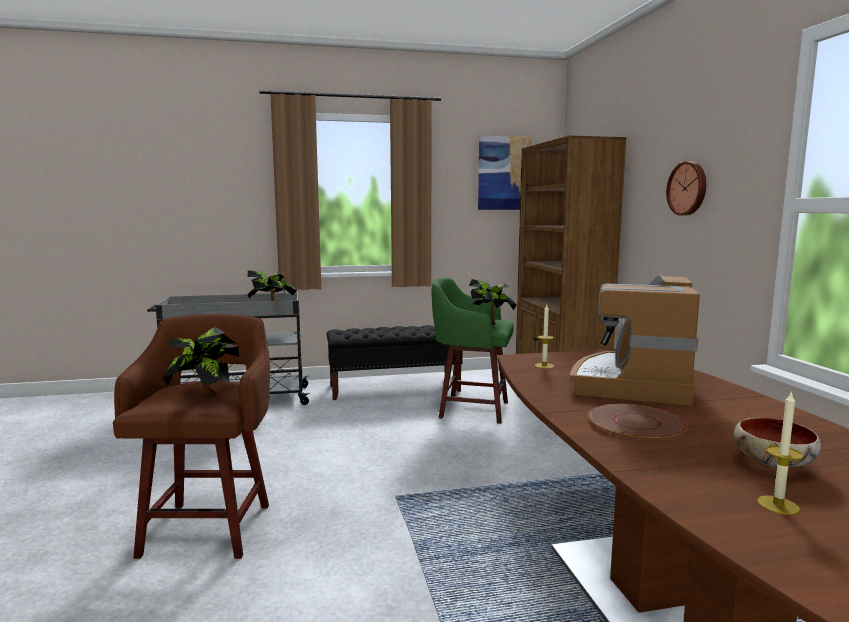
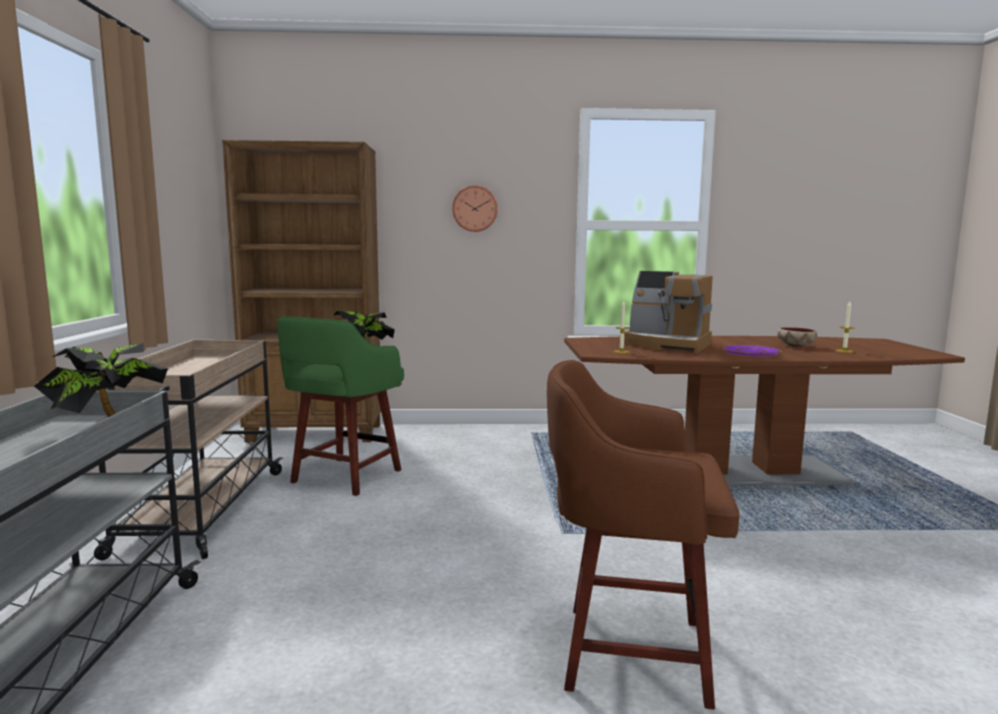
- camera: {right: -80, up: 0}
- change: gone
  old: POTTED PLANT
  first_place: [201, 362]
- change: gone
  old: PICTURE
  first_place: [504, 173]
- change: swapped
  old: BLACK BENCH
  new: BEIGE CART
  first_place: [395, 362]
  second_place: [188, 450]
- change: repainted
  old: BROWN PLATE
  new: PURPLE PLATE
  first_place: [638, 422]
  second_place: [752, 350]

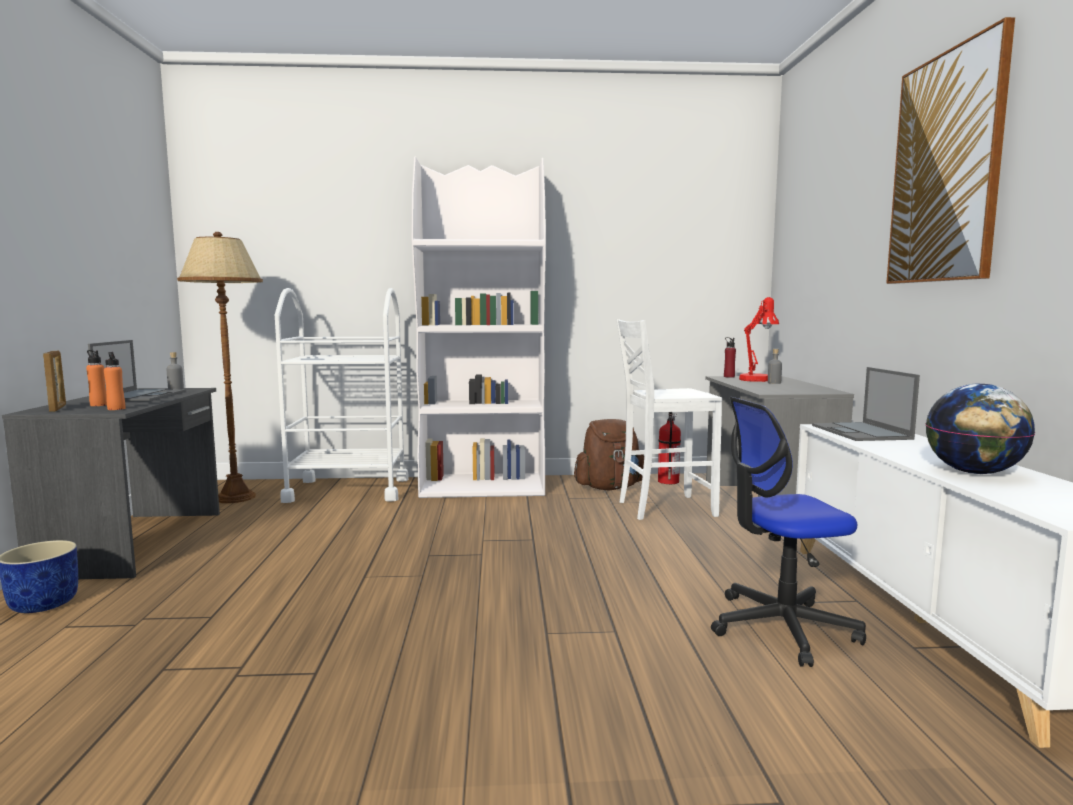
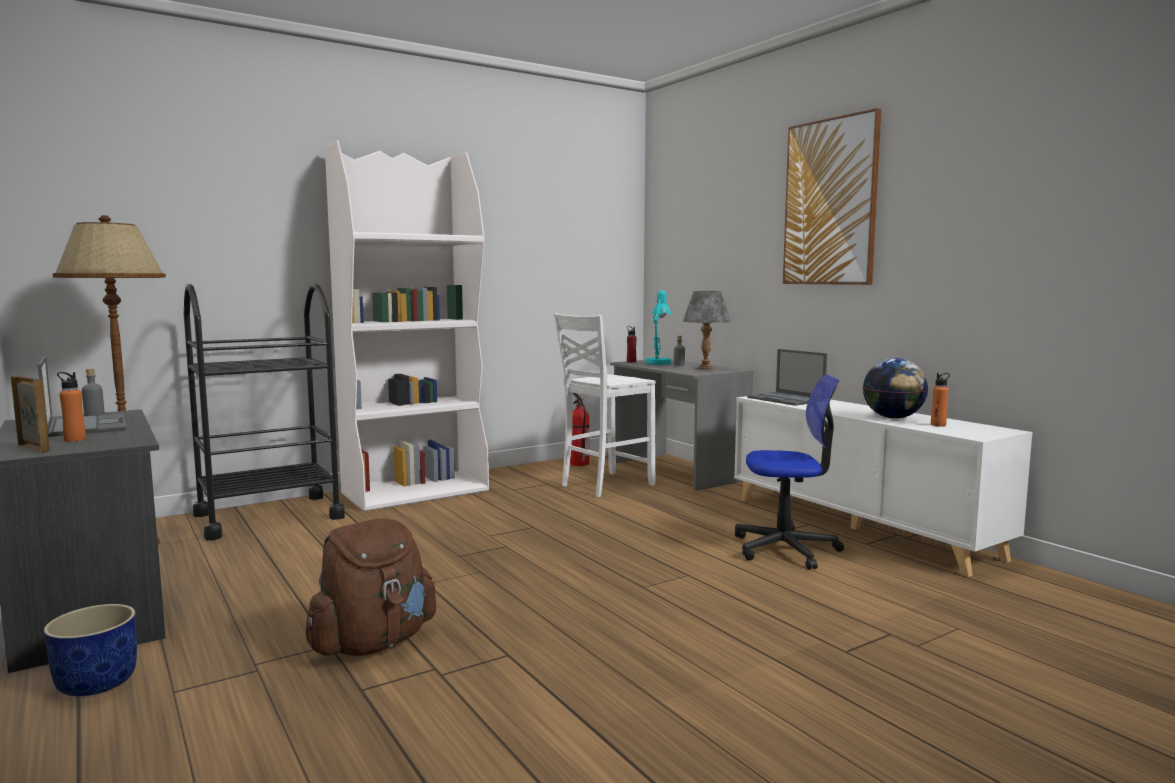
- camera: {right: -30, up: 0}
- change: new
  new: GREY TABLE LAMP
  second_place: [707, 330]
- change: shifted
  old: ORANGE BOTTLE
  first_place: [114, 381]
  second_place: [940, 399]
- change: shifted
  old: BROWN BACKPACK
  first_place: [609, 454]
  second_place: [370, 587]
- change: repainted
  old: WHITE CART
  new: BLACK CART
  first_place: [342, 395]
  second_place: [264, 411]
- change: repainted
  old: RED TABLE LAMP
  new: TURQUOISE TABLE LAMP
  first_place: [759, 339]
  second_place: [658, 327]
- change: rotated
  old: OFFICE CHAIR
  first_place: [788, 532]
  second_place: [789, 471]
  degrees: -135

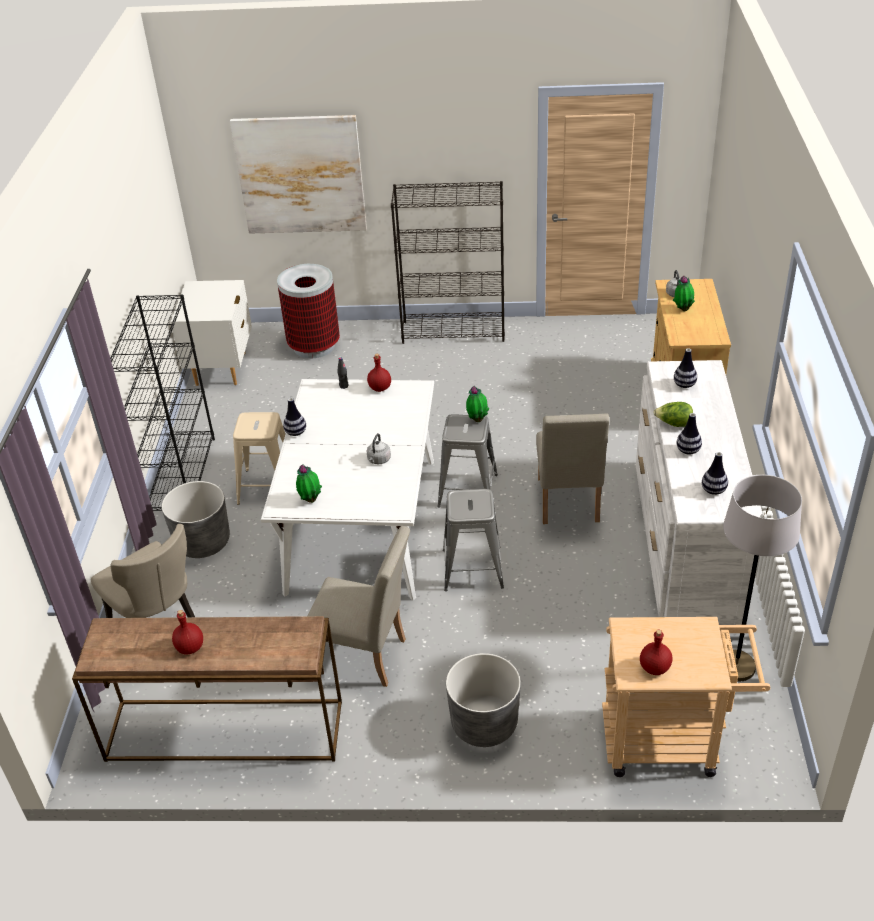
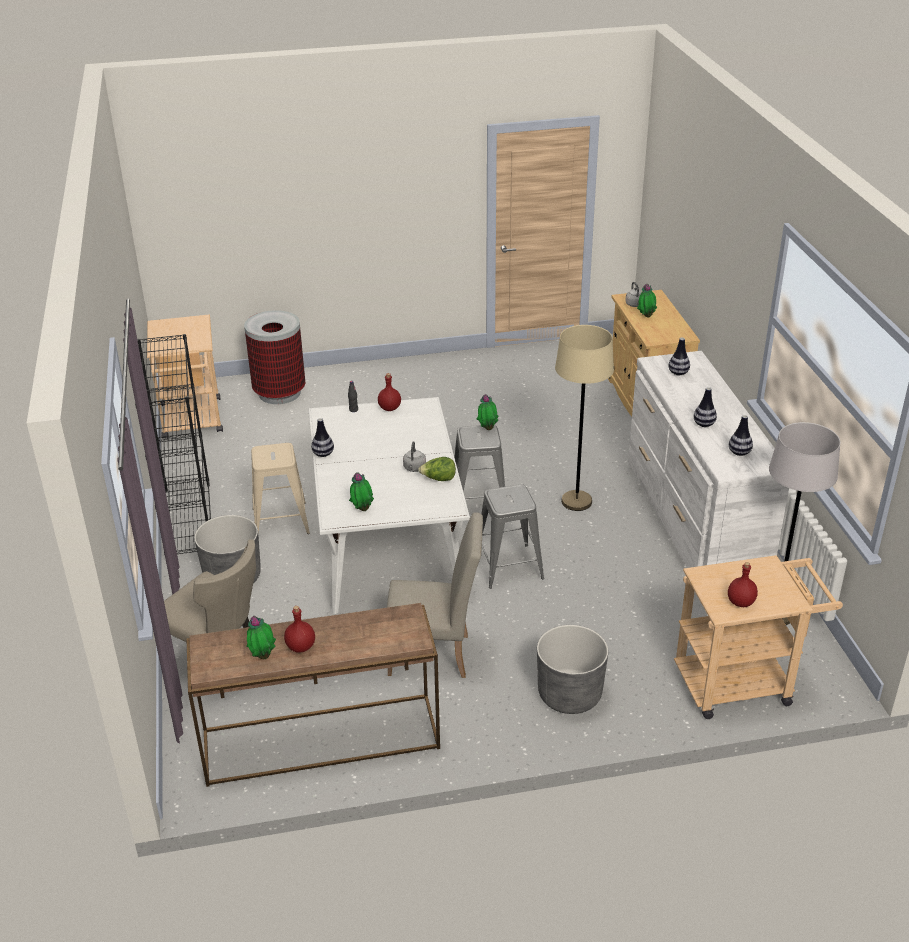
- camera: {right: -15, up: -5}
- change: gone
  old: PICTURE
  first_place: [298, 174]
- change: gone
  old: BLACK BOOKCASE
  first_place: [448, 262]
- change: new
  new: POTTED PLANT
  second_place: [261, 637]
- change: shifted
  old: LETTUCE
  first_place: [673, 414]
  second_place: [437, 469]
- change: swapped
  old: WHITE NIGHTSTAND
  new: BEIGE CART
  first_place: [211, 333]
  second_place: [185, 377]
- change: swapped
  old: BEIGE CHAIR
  new: BEIGE FLOOR LAMP
  first_place: [573, 468]
  second_place: [584, 418]

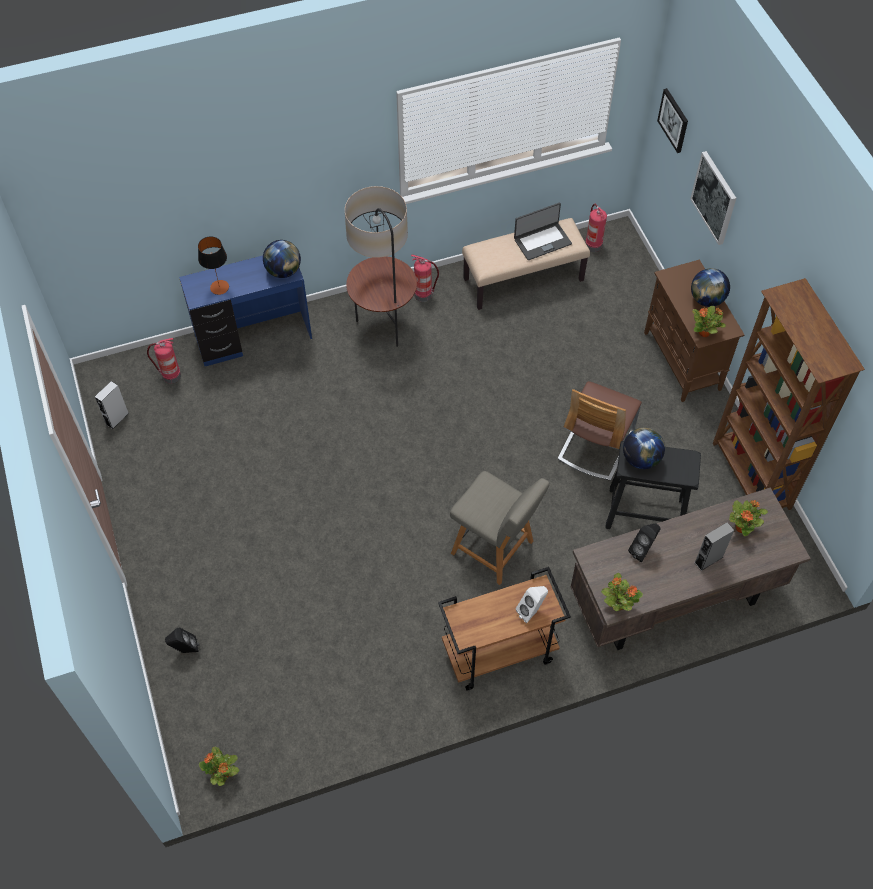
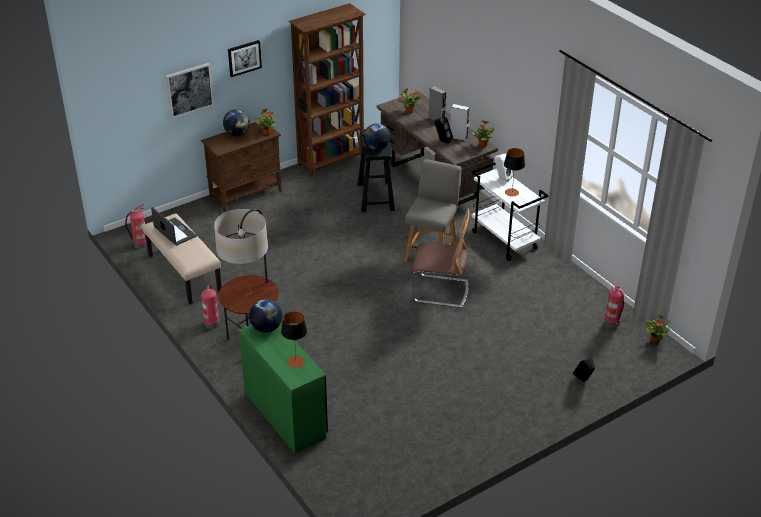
- camera: {right: -105, up: -20}
- change: new
  new: TABLE LAMP
  second_place: [514, 172]
- change: shifted
  old: GREY SPEAKER
  first_place: [112, 405]
  second_place: [459, 122]
- change: shifted
  old: FIRE EXTINGUISHER
  first_place: [164, 361]
  second_place: [614, 303]
- change: shifted
  old: CHAIR
  first_place: [600, 431]
  second_place: [440, 258]
- change: shifted
  old: PICTURE
  first_place: [672, 120]
  second_place: [245, 58]
- change: repainted
  old: BLUE DESK
  new: GREEN DESK
  first_place: [245, 310]
  second_place: [283, 389]
- change: repainted
  old: BROWN CART
  new: WHITE CART
  first_place: [504, 628]
  second_place: [510, 212]

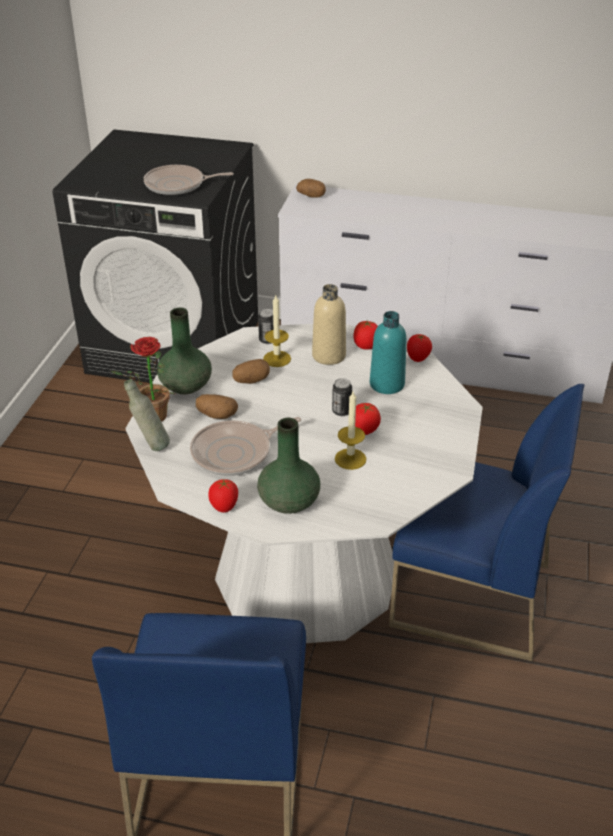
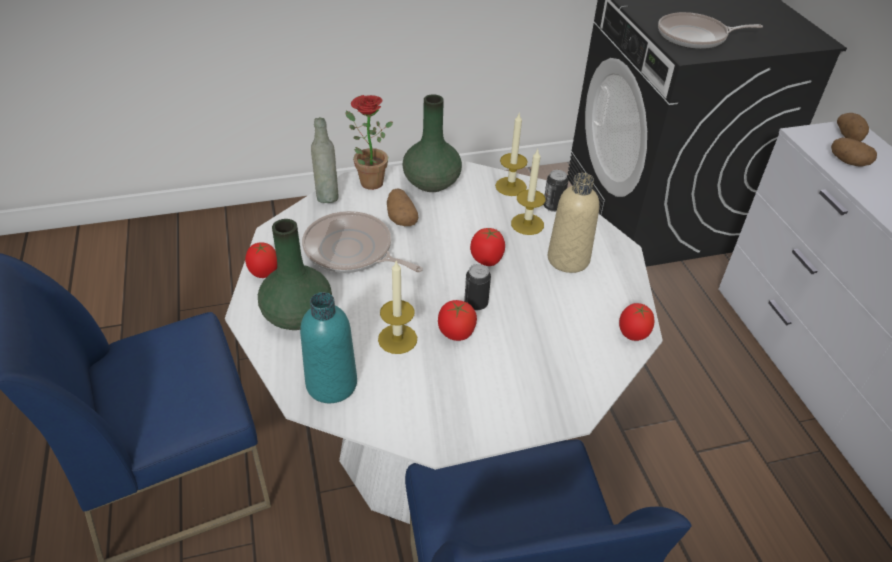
- camera: {right: 60, up: 5}
- change: new
  new: CANDLE
  second_place: [511, 154]
- change: shifted
  old: POTATO
  first_place: [251, 371]
  second_place: [854, 152]
- change: shifted
  old: TOMATO
  first_place: [365, 335]
  second_place: [487, 247]
- change: shifted
  old: TURQUOISE BOTTLE
  first_place: [388, 352]
  second_place: [328, 347]
- change: rotated
  old: FRYING PAN
  first_place: [189, 180]
  second_place: [710, 30]
  degrees: -60

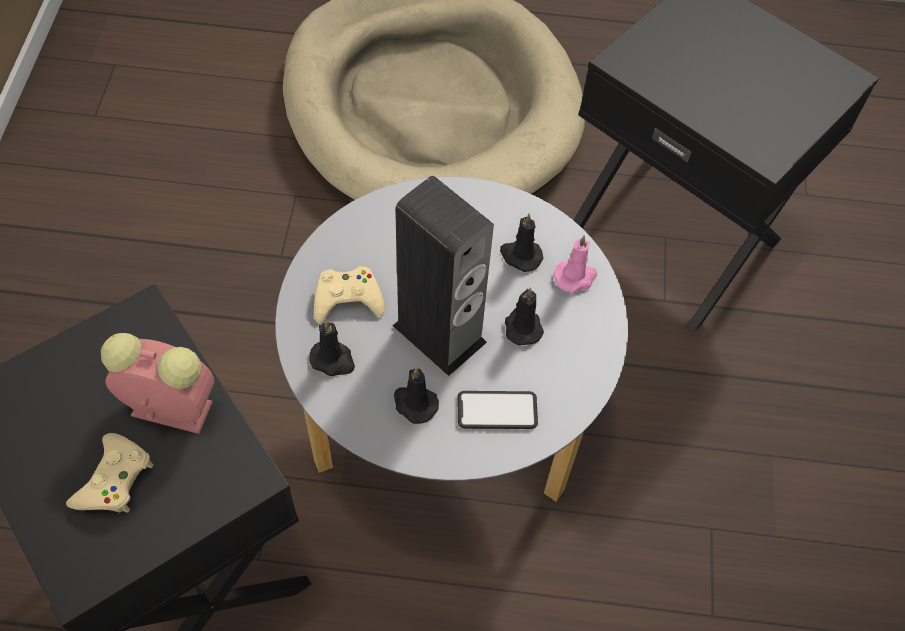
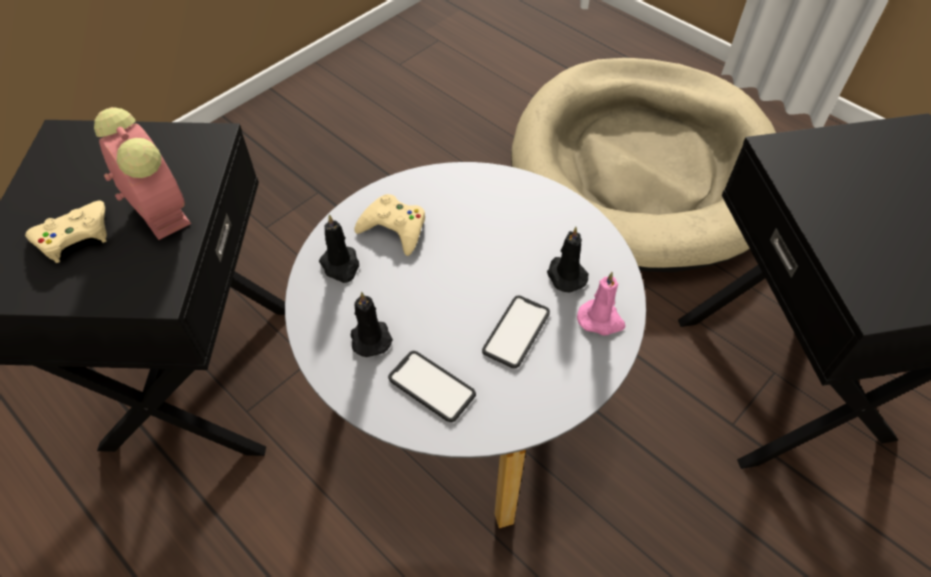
- camera: {right: 40, up: -5}
- change: gone
  old: SPEAKER
  first_place: [443, 276]
- change: swapped
  old: BLACK CANDLE
  new: PHONE
  first_place: [524, 316]
  second_place: [516, 332]

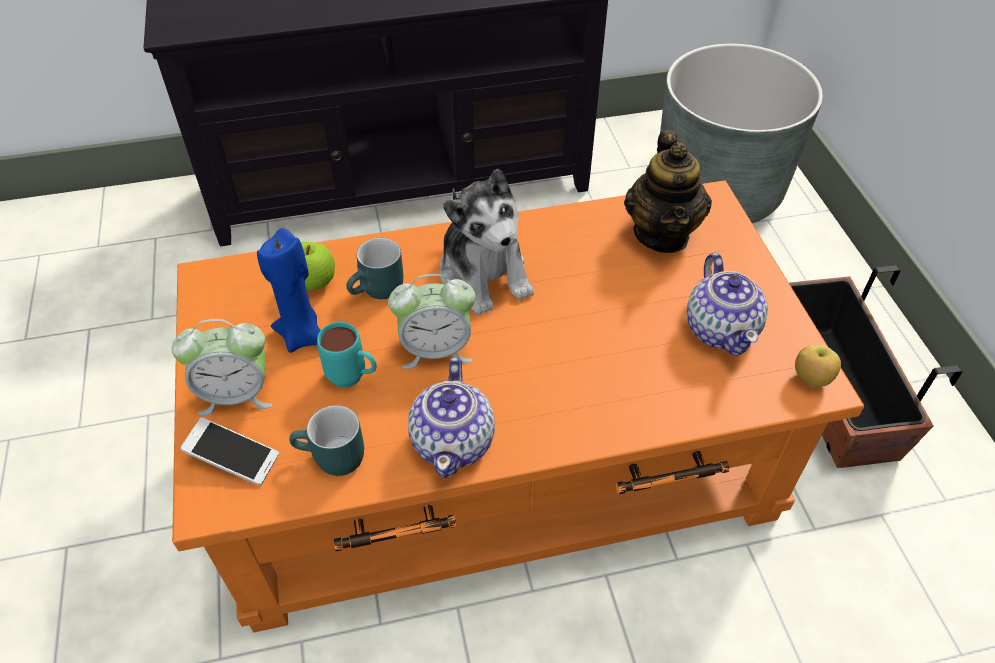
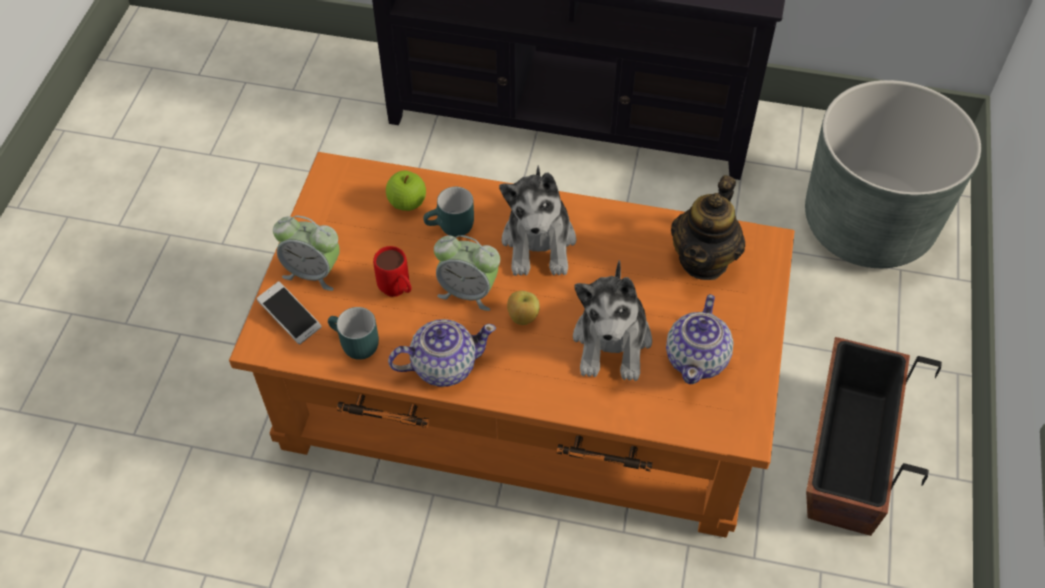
- camera: {right: 25, up: 5}
- change: gone
  old: BLUE CANDLE
  first_place: [289, 290]
- change: new
  new: PLUSH TOY
  second_place: [612, 320]
- change: shifted
  old: APPLE
  first_place: [818, 366]
  second_place: [523, 308]
- change: repainted
  old: TURQUOISE MUG
  new: RED MUG
  first_place: [347, 355]
  second_place: [392, 271]
- change: rotated
  old: TEAPOT
  first_place: [451, 417]
  second_place: [442, 353]
  degrees: -135

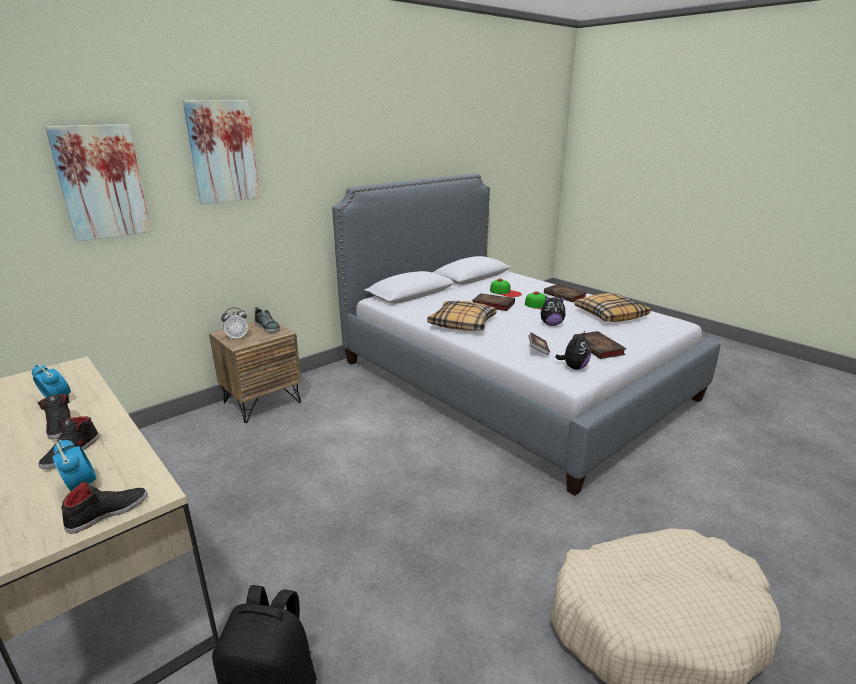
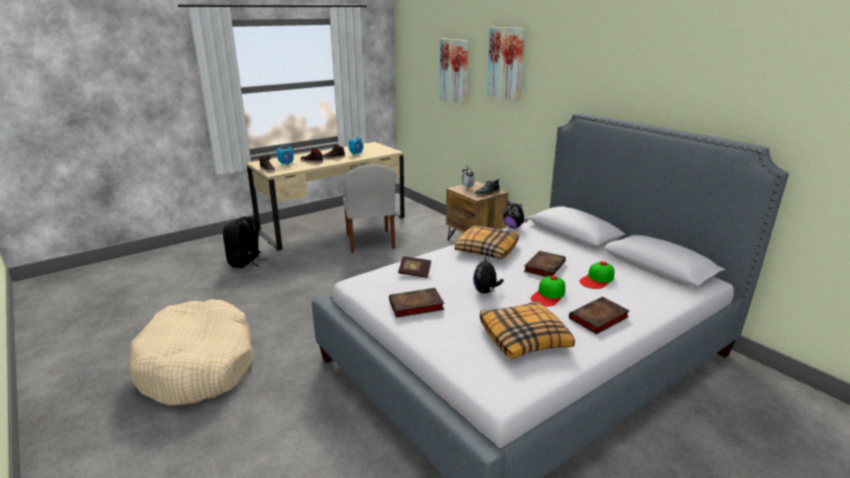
- camera: {right: 95, up: 0}
- change: new
  new: WHITE CHAIR
  second_place: [369, 208]
- change: shifted
  old: PLUSH TOY
  first_place: [573, 350]
  second_place: [515, 214]

